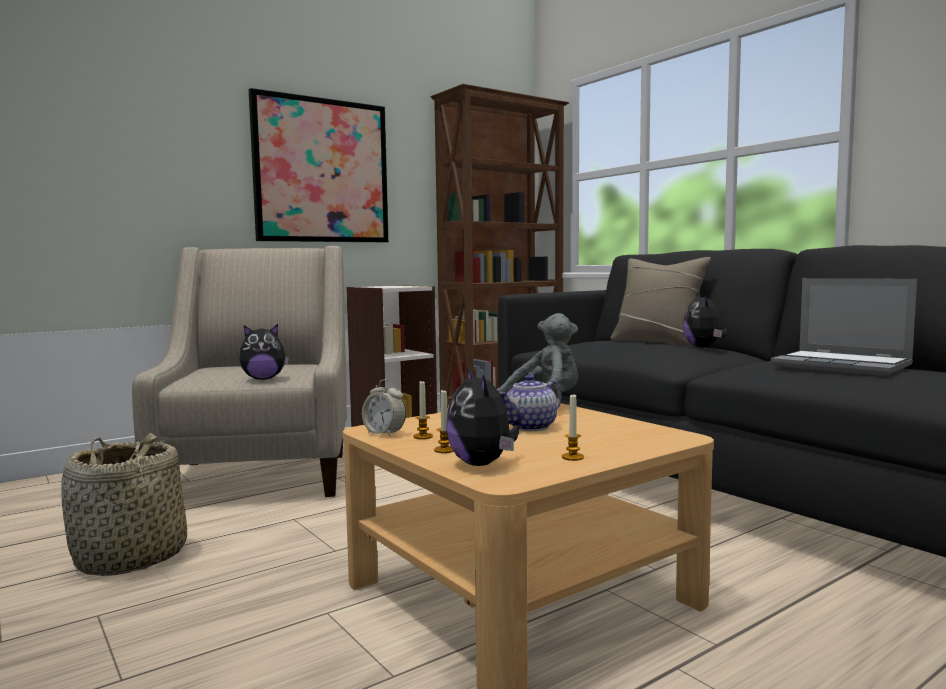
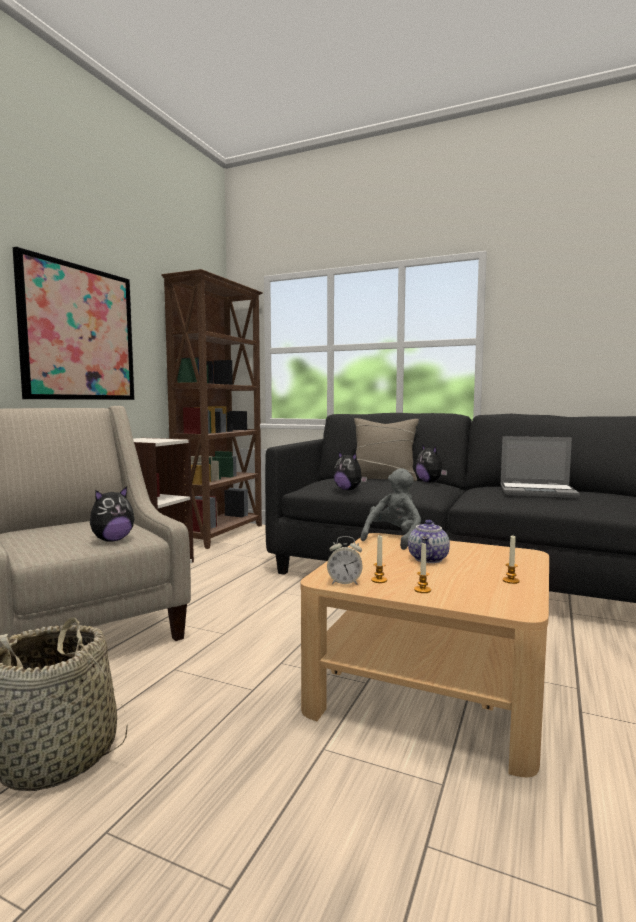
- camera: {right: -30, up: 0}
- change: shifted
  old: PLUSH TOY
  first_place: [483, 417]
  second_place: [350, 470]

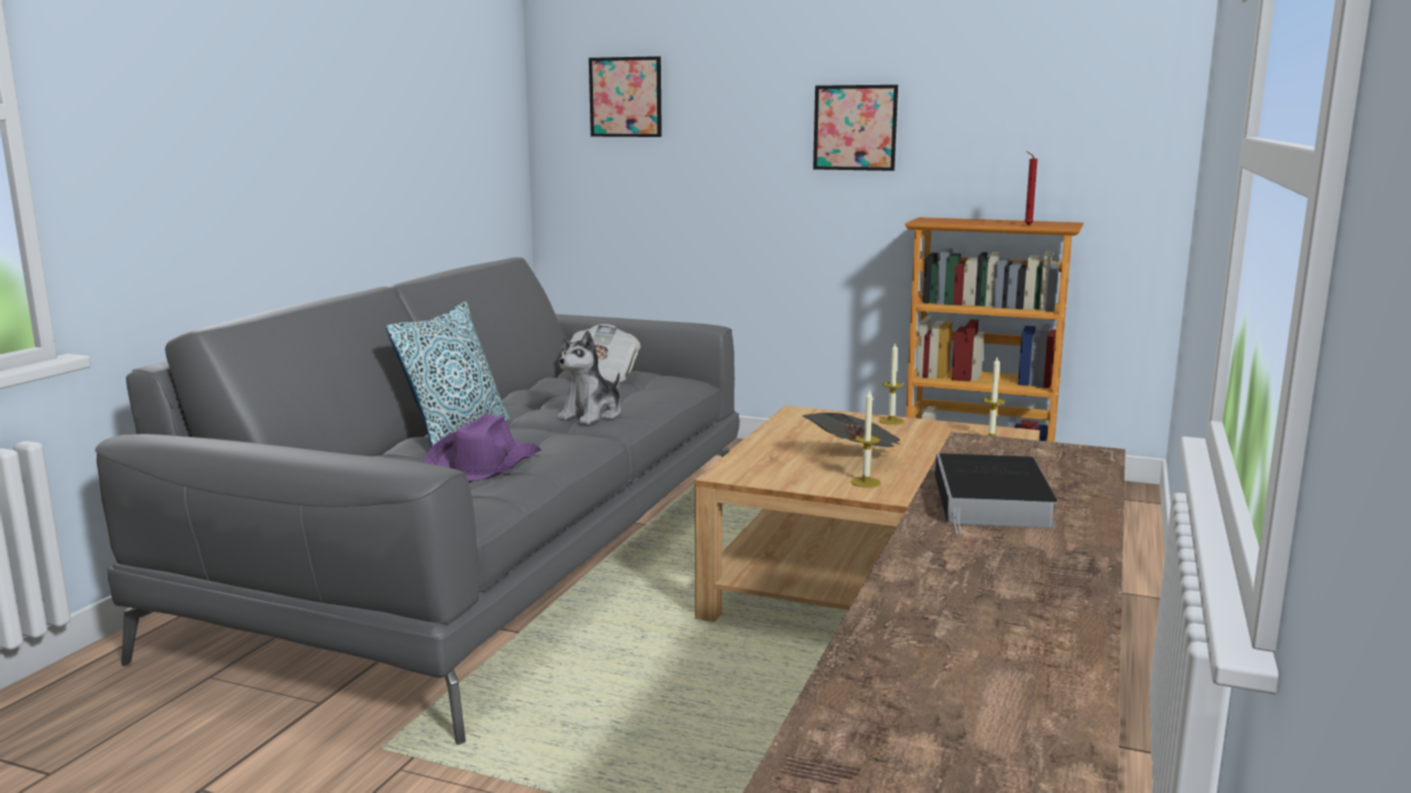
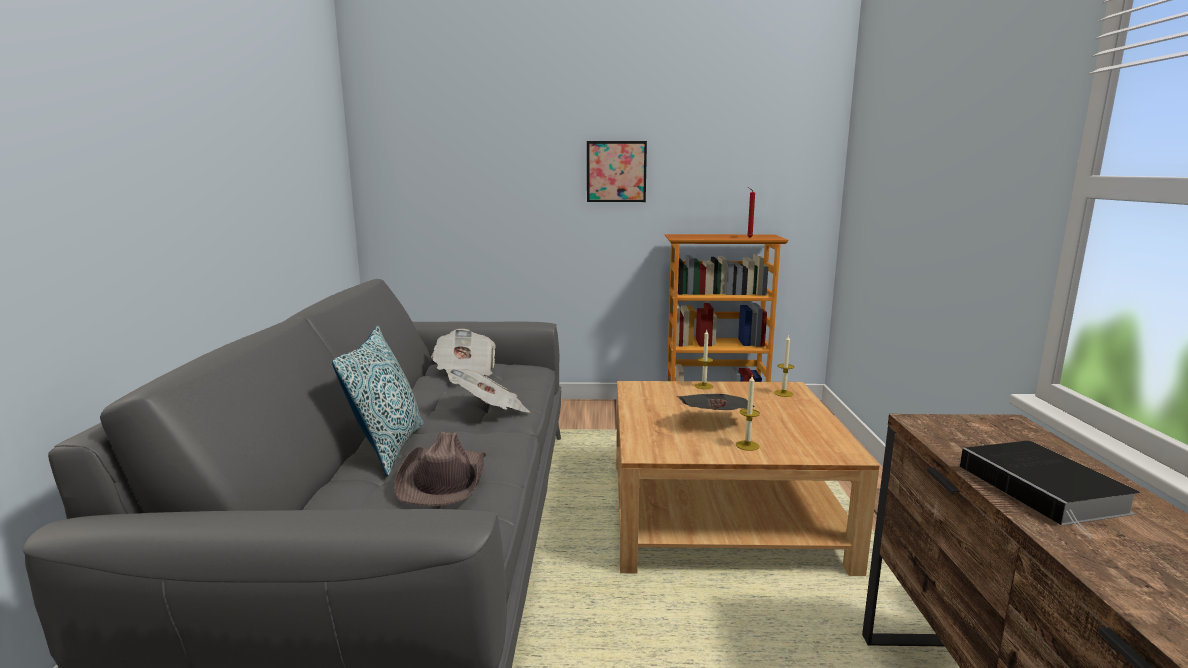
- camera: {right: -20, up: 0}
- change: gone
  old: PICTURE
  first_place: [625, 96]
- change: swapped
  old: PLUSH TOY
  new: NEWSPAPER
  first_place: [589, 377]
  second_place: [489, 391]
- change: repainted
  old: PURPLE HAT
  new: BROWN HAT
  first_place: [482, 447]
  second_place: [440, 468]

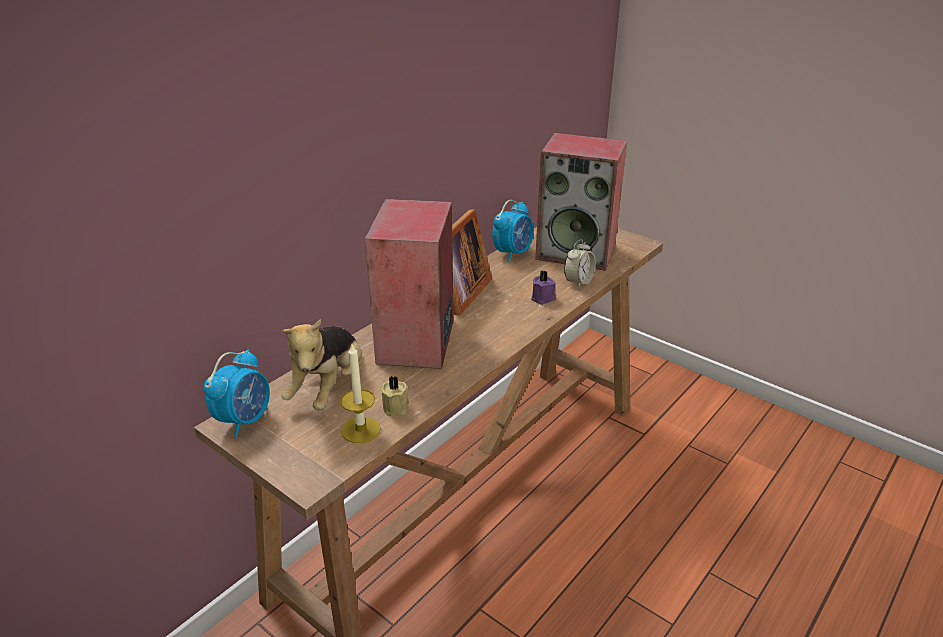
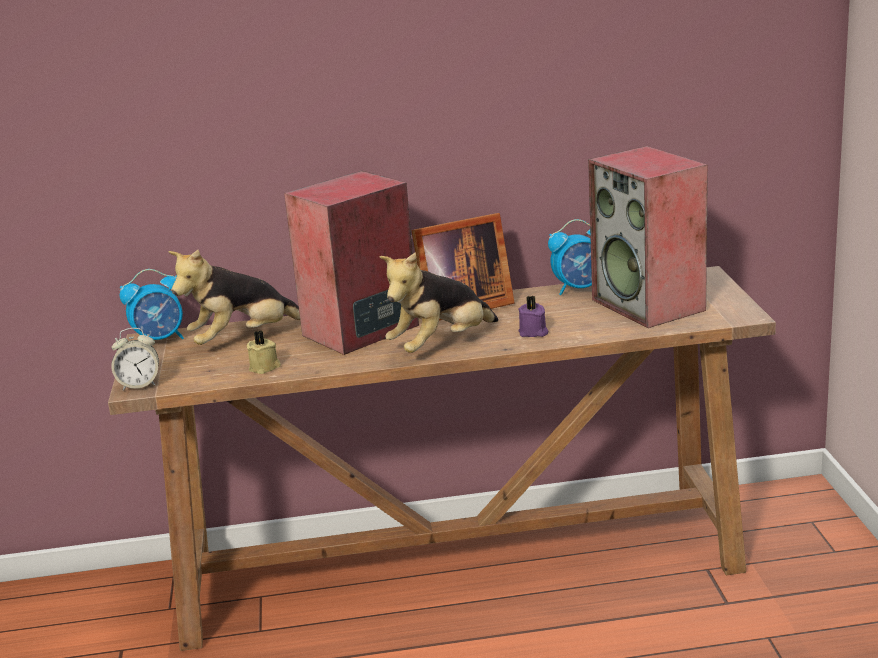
- camera: {right: 45, up: -10}
- change: gone
  old: CANDLE
  first_place: [360, 393]
- change: new
  new: PLUSH TOY
  second_place: [438, 302]
- change: shifted
  old: ALARM CLOCK
  first_place: [580, 263]
  second_place: [135, 359]

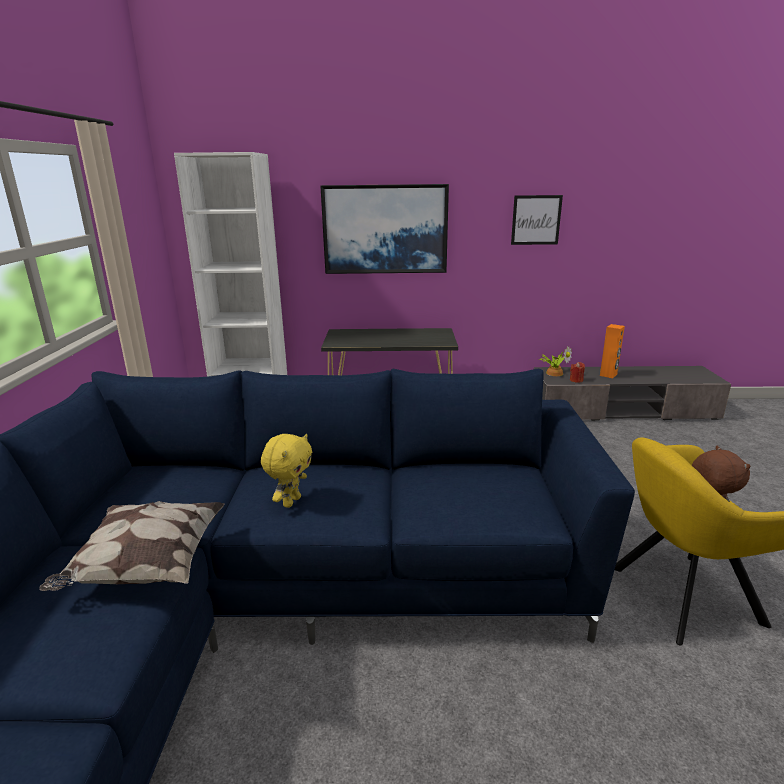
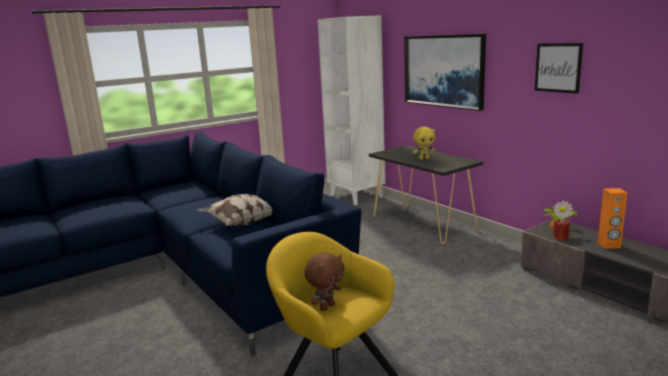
- camera: {right: 55, up: -5}
- change: shifted
  old: PILLOW
  first_place: [132, 546]
  second_place: [235, 210]
- change: shifted
  old: YELLOW PLUSH TOY
  first_place: [286, 471]
  second_place: [424, 143]

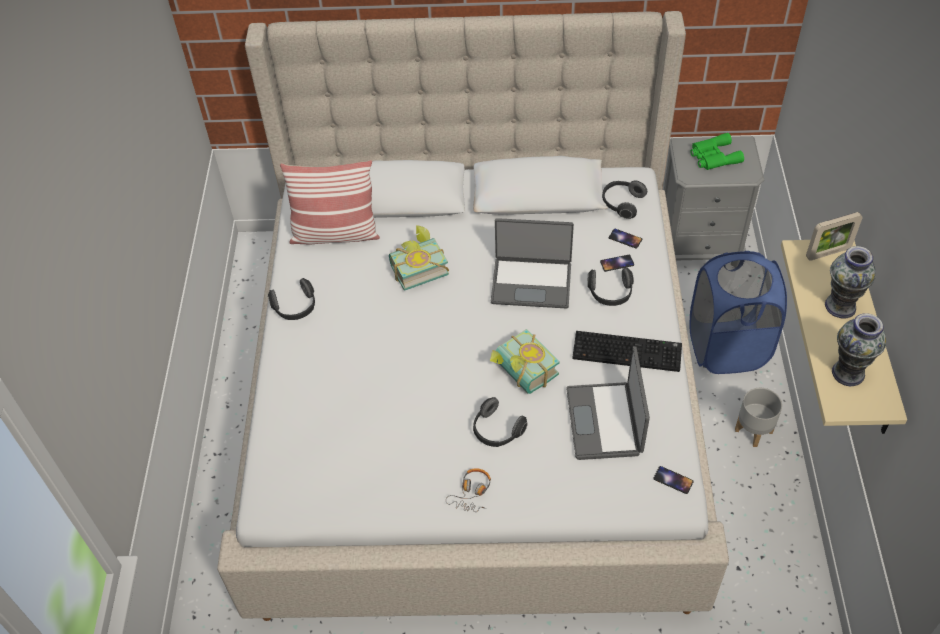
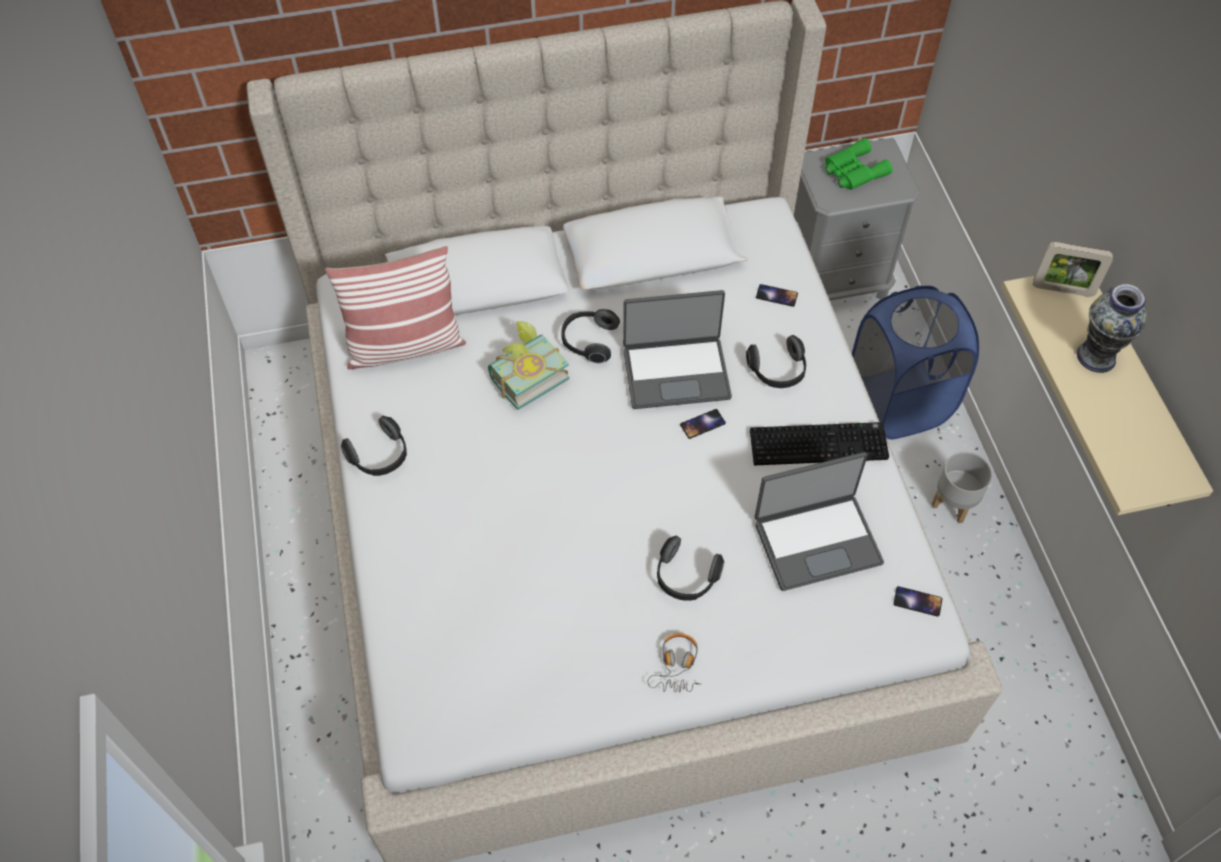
- camera: {right: -15, up: 5}
- change: gone
  old: BOOK
  first_place: [525, 361]
- change: gone
  old: VASE
  first_place: [859, 349]
- change: shifted
  old: PHONE
  first_place: [617, 263]
  second_place: [703, 424]
- change: shifted
  old: HEADPHONES
  first_place: [624, 199]
  second_place: [590, 336]
- change: rotated
  old: LAPTOP
  first_place: [608, 403]
  second_place: [819, 521]
  degrees: -90
- change: rotated
  old: PICTURE FRAME
  first_place: [834, 236]
  second_place: [1073, 269]
  degrees: 45

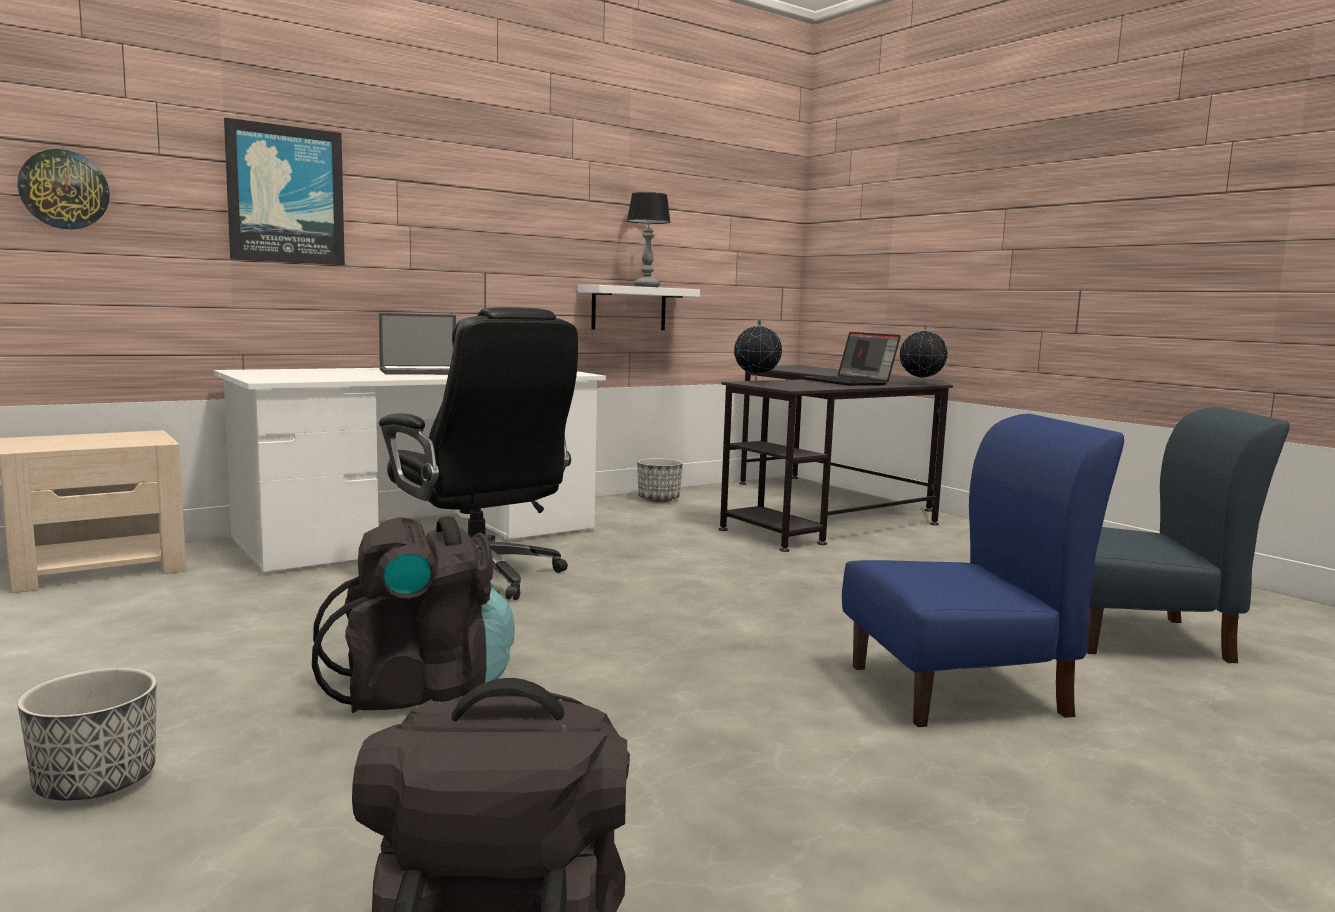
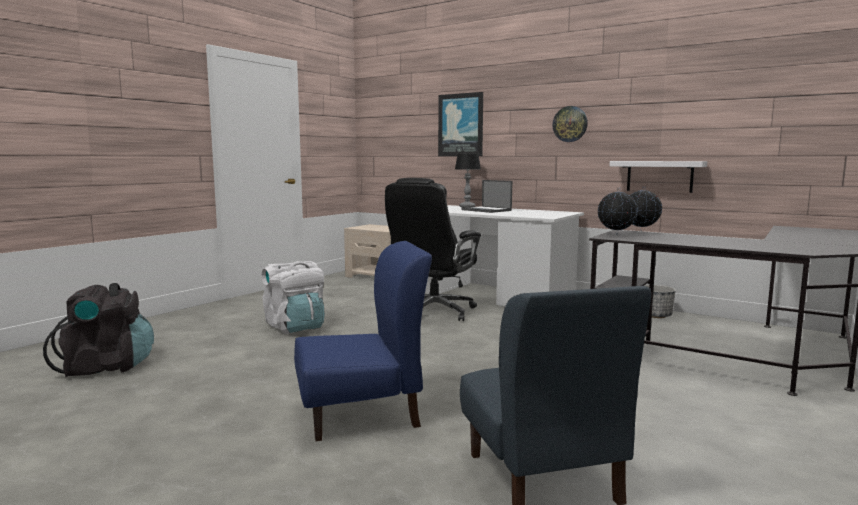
- camera: {right: 70, up: 0}
- change: gone
  old: PLANTER
  first_place: [87, 734]
- change: gone
  old: LAPTOP
  first_place: [851, 359]
- change: shifted
  old: WALL CLOCK
  first_place: [64, 189]
  second_place: [570, 124]
- change: shifted
  old: TABLE LAMP
  first_place: [649, 239]
  second_place: [468, 180]
- change: shifted
  old: GLOBE
  first_place: [923, 354]
  second_place: [618, 212]
- change: repainted
  old: BLACK BACKPACK
  new: WHITE BACKPACK
  first_place: [413, 614]
  second_place: [293, 297]
- change: rotated
  old: BLUE CHAIR
  first_place: [983, 570]
  second_place: [363, 341]
  degrees: -75

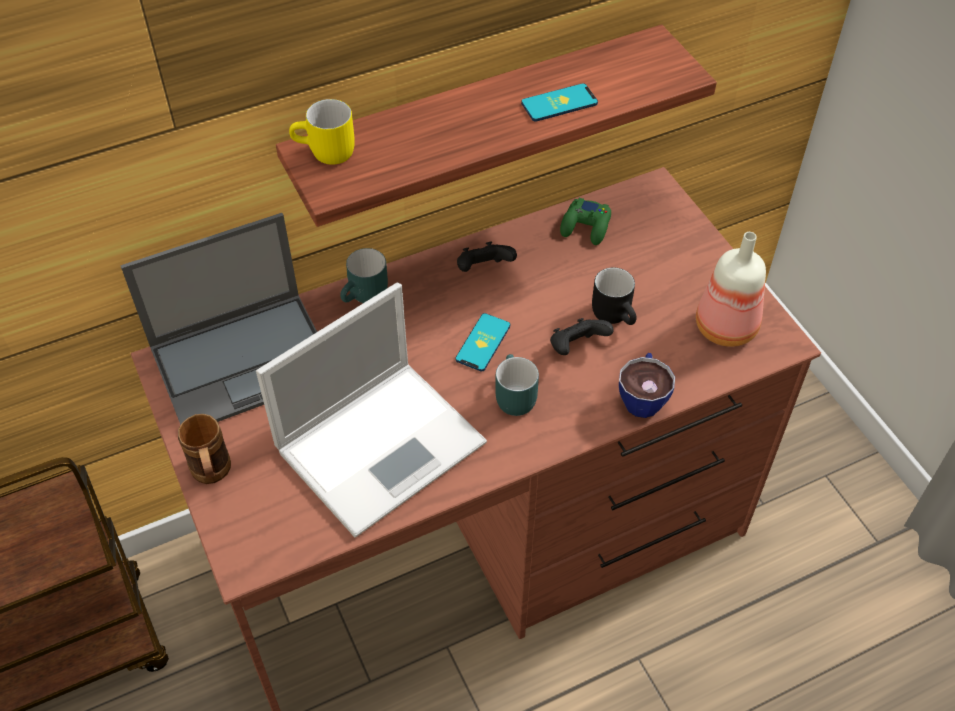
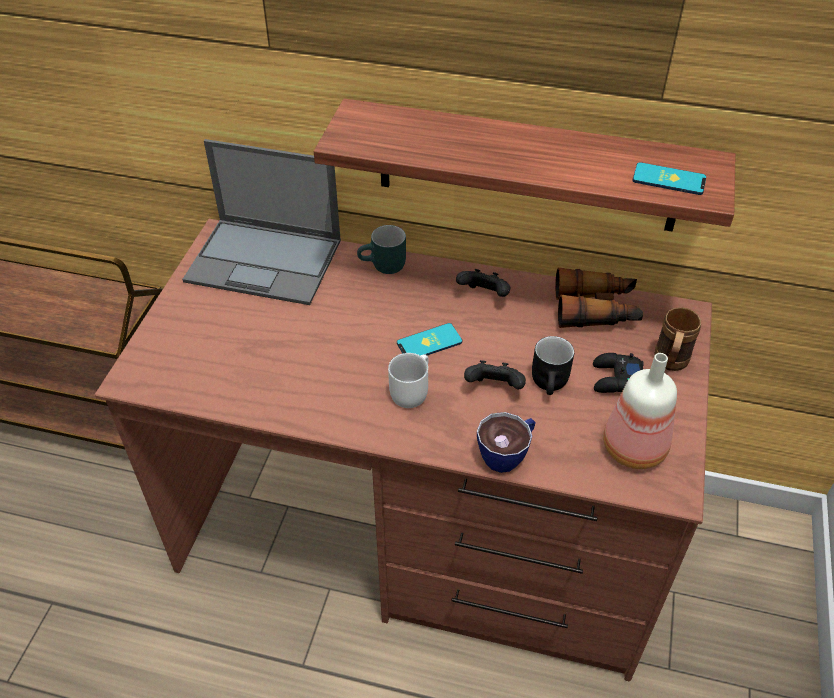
- camera: {right: 40, up: -5}
- change: gone
  old: LAPTOP
  first_place: [371, 410]
- change: gone
  old: YELLOW MUG
  first_place: [322, 132]
- change: new
  new: BLACK GAME CONTROLLER
  second_place: [618, 373]
- change: shifted
  old: BROWN MUG
  first_place: [204, 449]
  second_place: [677, 339]
- change: shifted
  old: PHONE
  first_place: [559, 102]
  second_place: [669, 178]
- change: swapped
  old: GREEN GAME CONTROLLER
  new: BINOCULARS
  first_place: [585, 221]
  second_place: [599, 297]
- change: repainted
  old: TURQUOISE MUG
  new: WHITE MUG
  first_place: [517, 385]
  second_place: [408, 380]

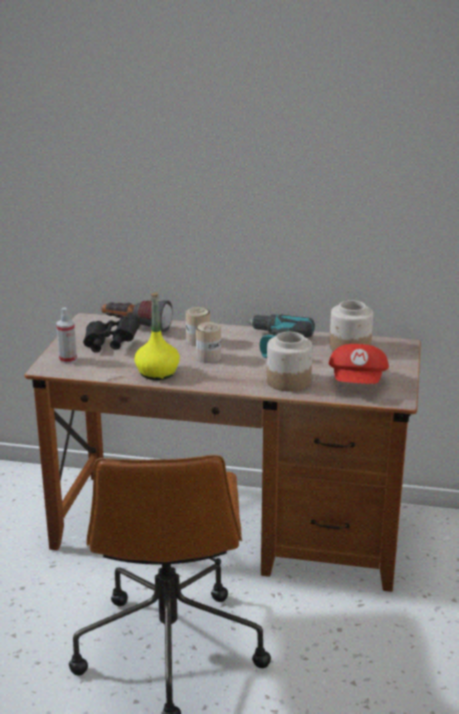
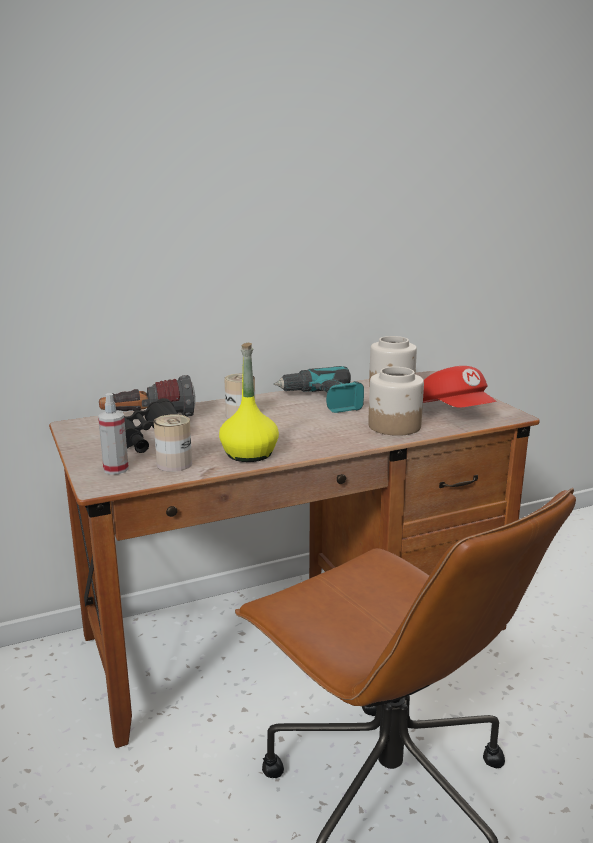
- camera: {right: -35, up: -5}
- change: shifted
  old: CAN
  first_place: [208, 342]
  second_place: [173, 443]

